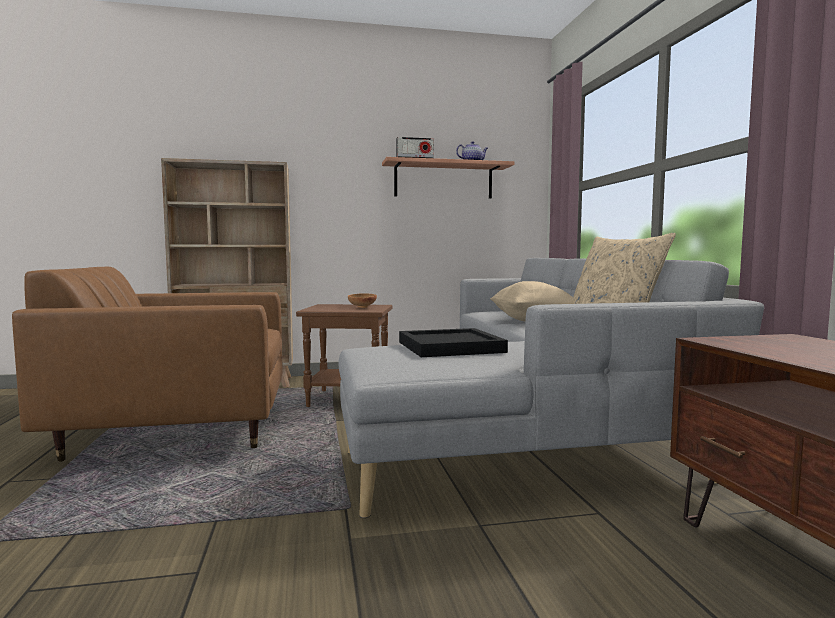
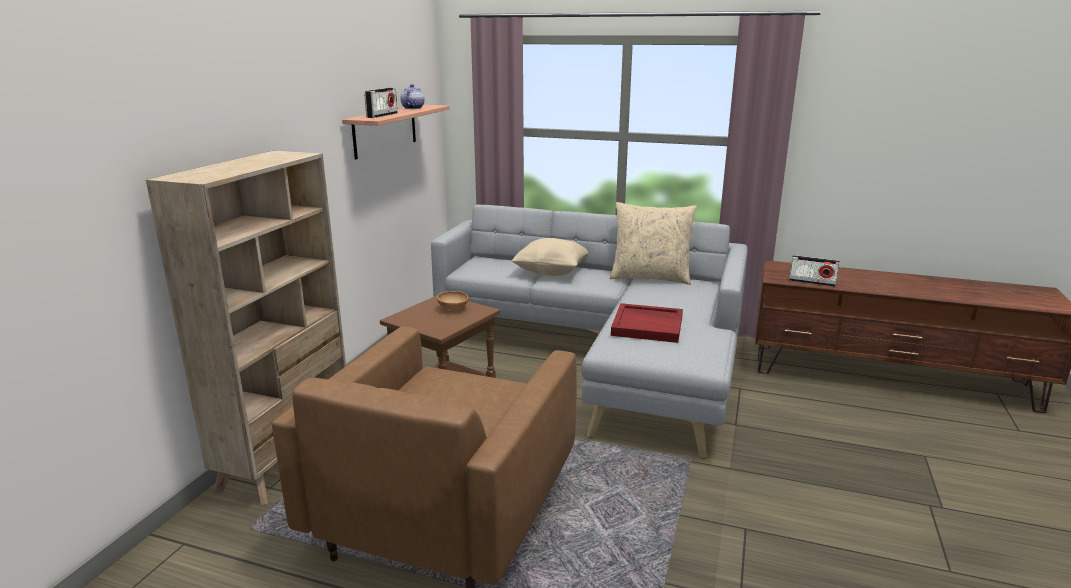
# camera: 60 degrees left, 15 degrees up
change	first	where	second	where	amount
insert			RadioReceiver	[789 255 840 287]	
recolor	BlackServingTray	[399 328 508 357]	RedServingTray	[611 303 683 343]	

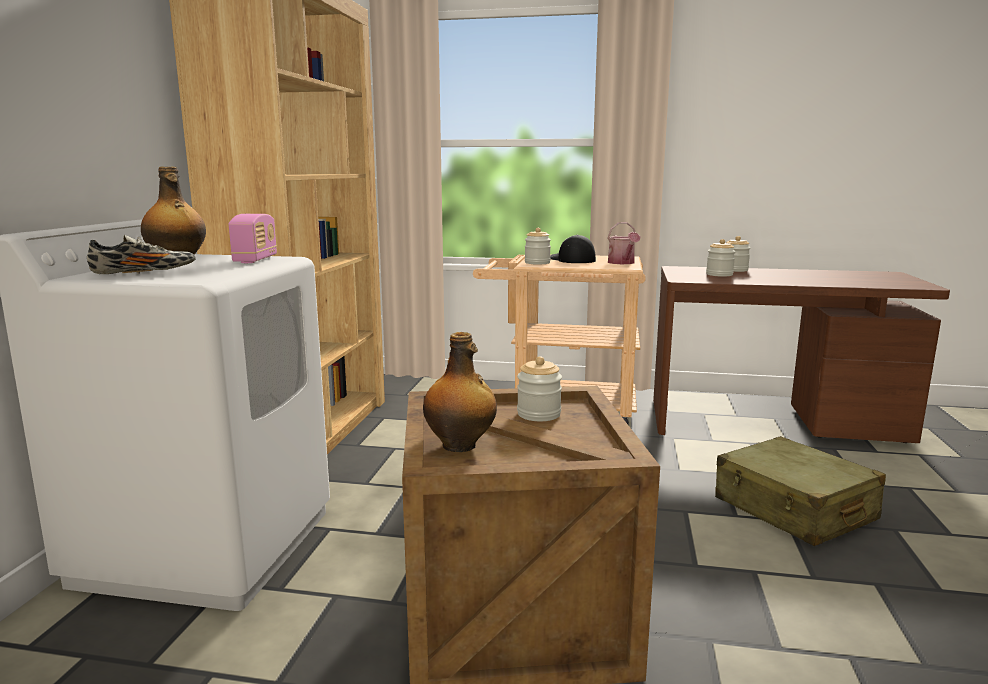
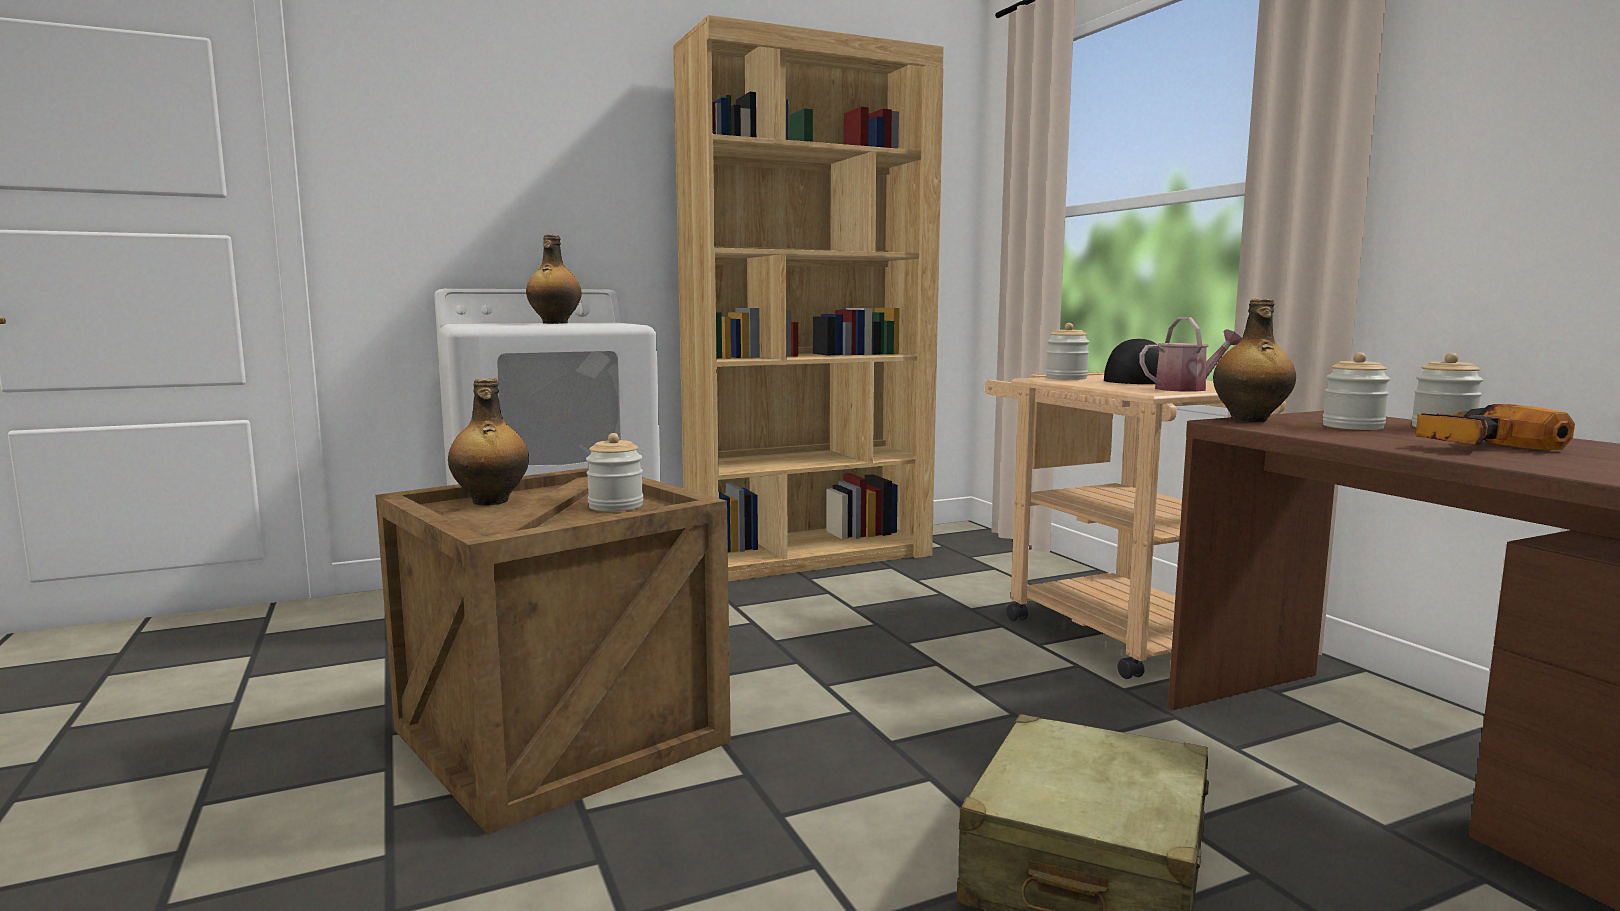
# camera: 55 degrees right, 5 degrees down
change	first	where	second	where	amount
delete	LowShoe	[87 235 196 274]			
delete	RadioReceiver	[229 214 277 263]			
insert			BeverageBottle	[1213 299 1296 422]	
insert			ElectricDrill	[1415 404 1575 450]	
rotate	WateringPot	[607 222 640 264]		[1139 317 1242 392]	150 degrees counterclockwise

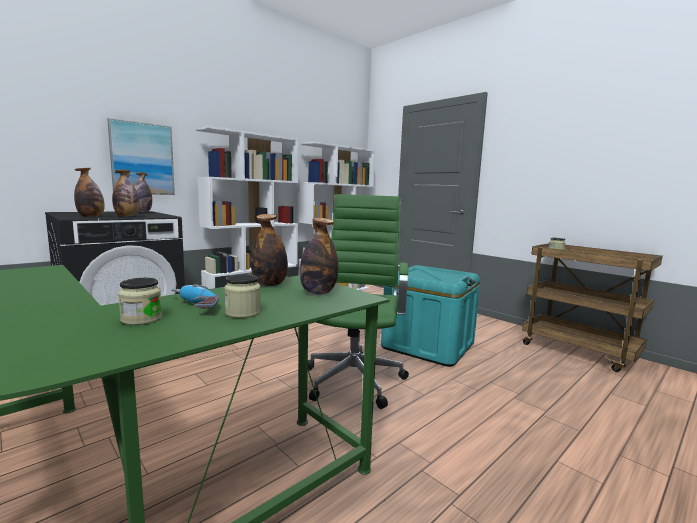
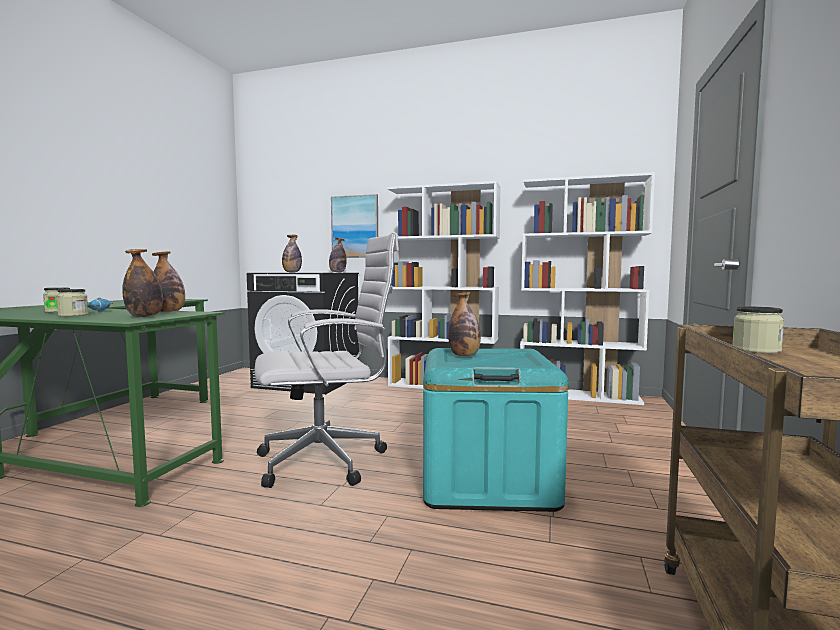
# camera: 60 degrees right, 5 degrees down
change	first	where	second	where	amount
move	BeverageBottle	[74 168 105 217]		[448 292 481 356]	
recolor	GreenishDeskChair	[308 194 409 409]	WhiteDeskChair	[255 232 399 488]	

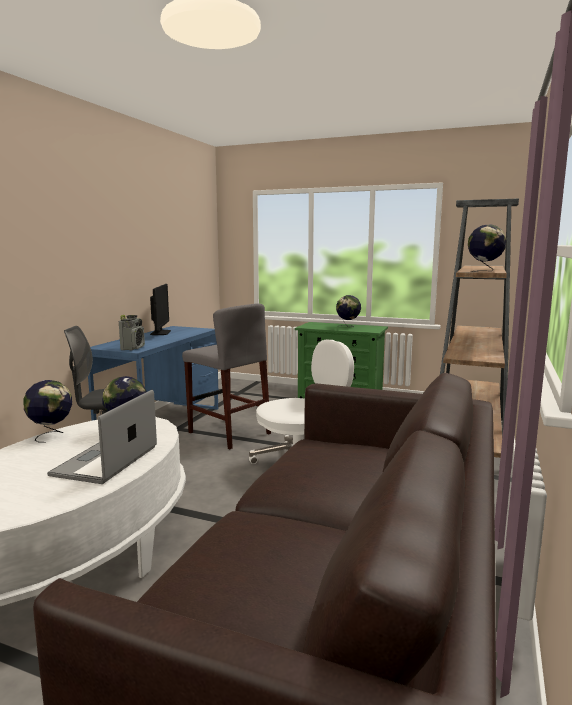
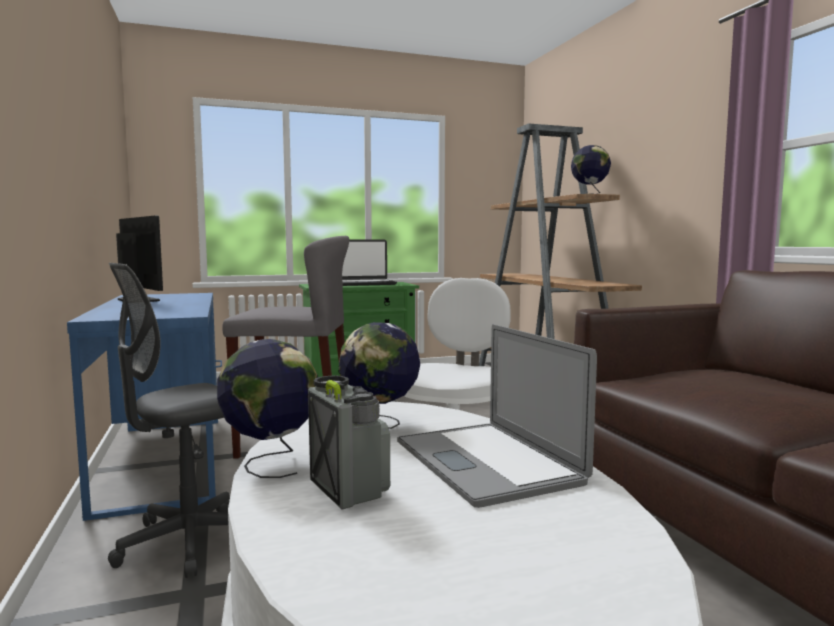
# camera: 40 degrees left, 5 degrees down
change	first	where	second	where	amount
move	RadioReceiver	[119 315 145 350]		[308 375 390 509]	
replace	WorldGlobe	[336 295 361 327]	NotebookComputer	[342 240 397 286]	

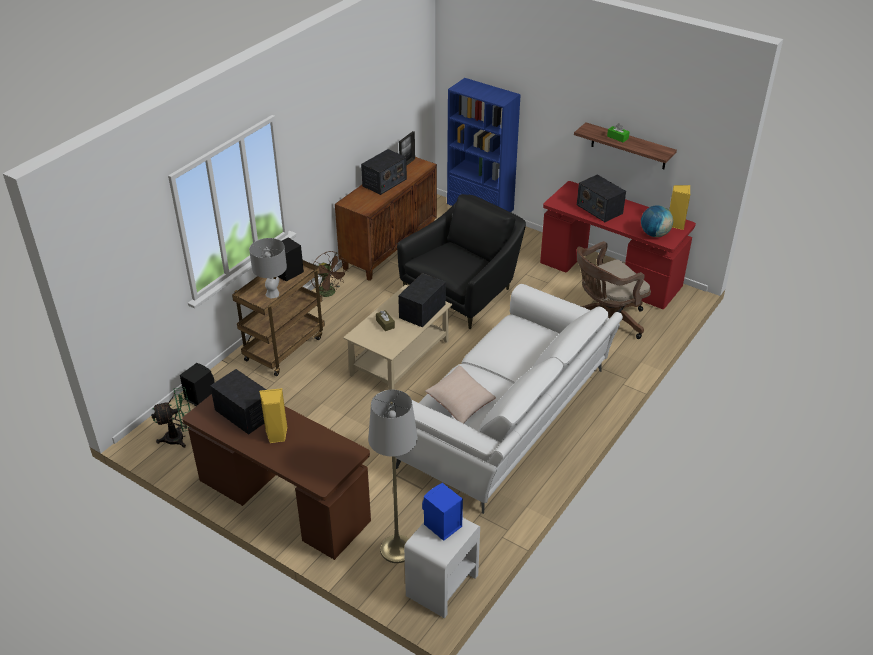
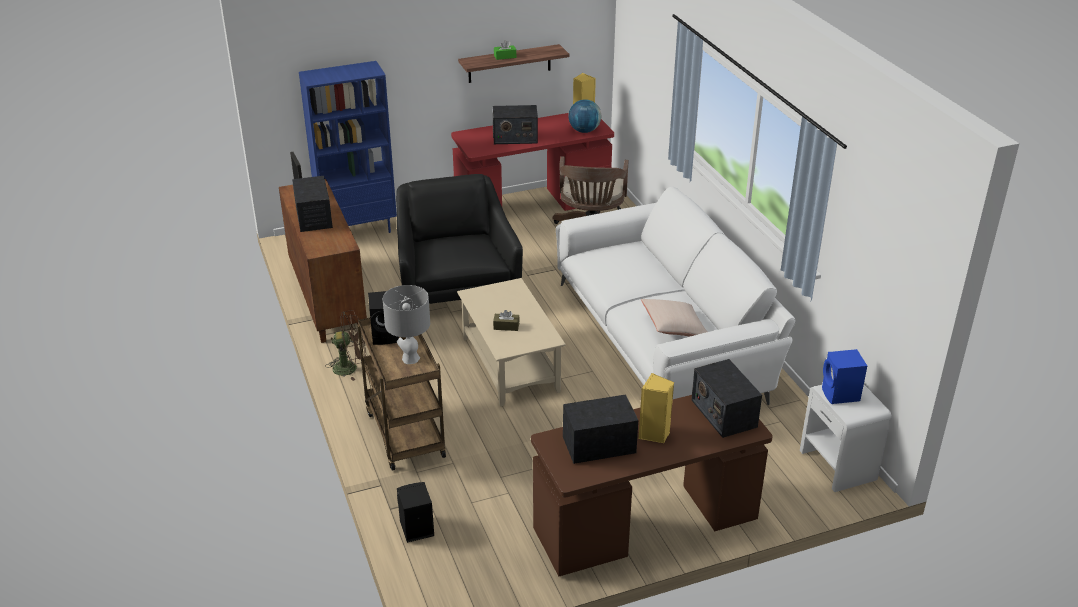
# camera: 55 degrees left, 5 degrees down
change	first	where	second	where	amount
delete	GreenishFan	[151 387 191 448]			
delete	GreyishStandingLamp	[368 390 418 563]			
move	RadioReceiver	[398 273 446 327]		[691 359 762 438]	

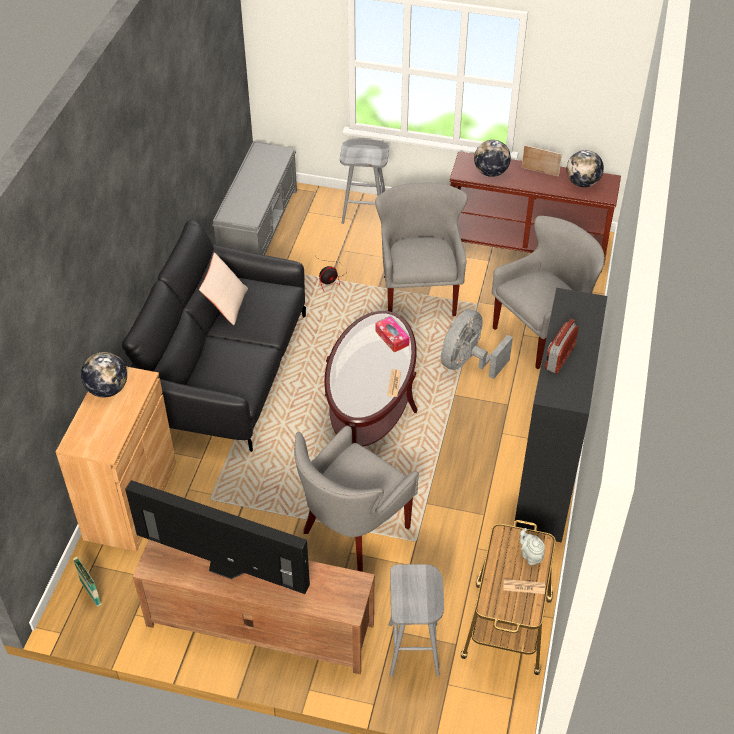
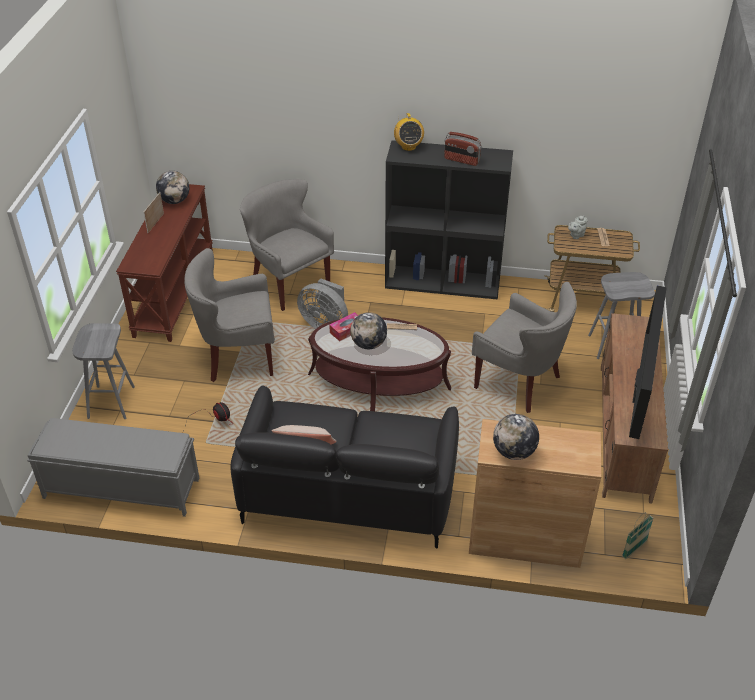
# camera: 95 degrees left, 5 degrees down
change	first	where	second	where	amount
insert			RadioReceiver	[394 113 424 151]	
move	WorldGlobe	[474 140 511 177]		[350 312 387 349]	

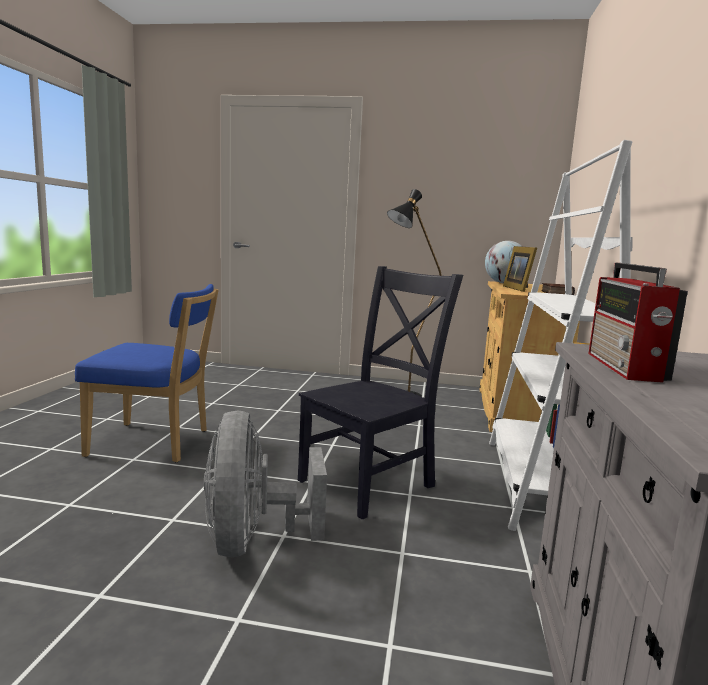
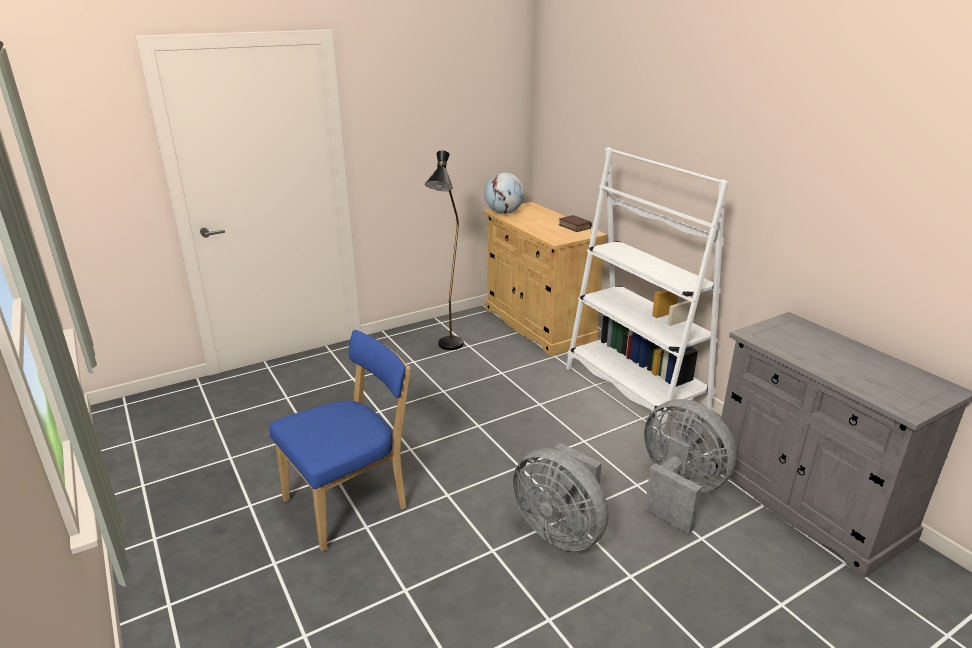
# camera: 40 degrees left, 15 degrees up
change	first	where	second	where	amount
delete	BlackChair	[298 266 463 520]			
delete	PhotoFrame	[503 246 537 292]			
delete	RadioReceiver	[588 263 688 383]			
insert			GreyishFan	[644 399 737 534]	

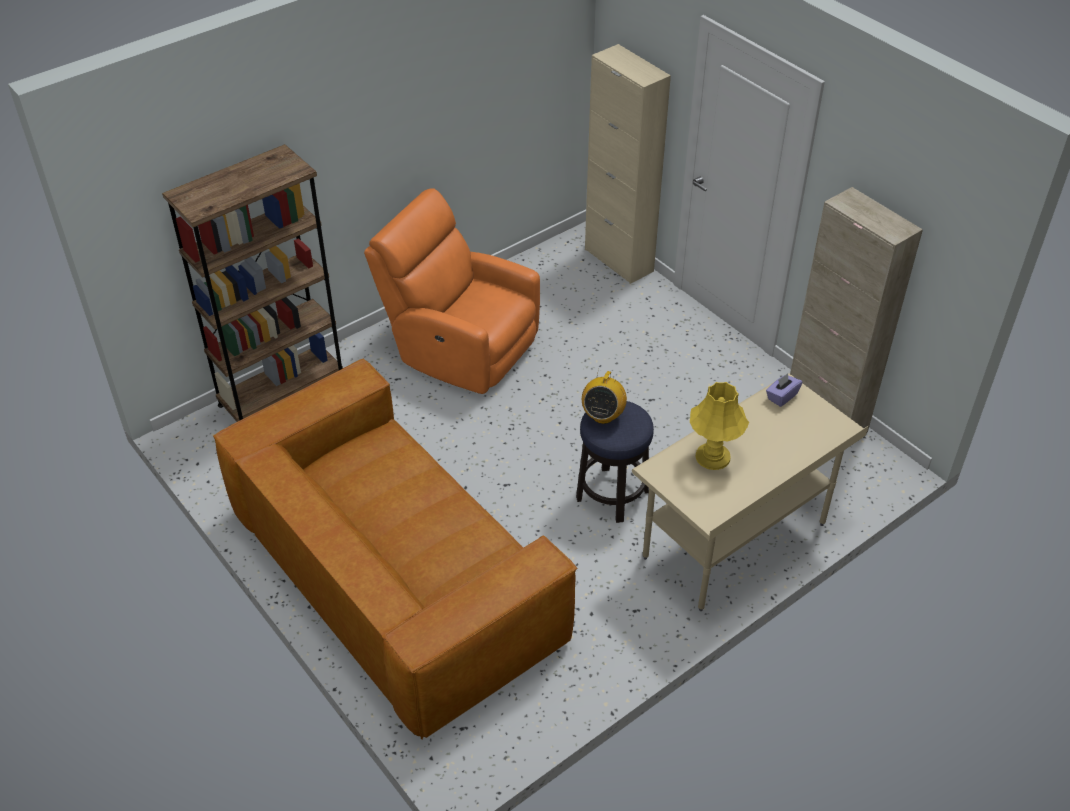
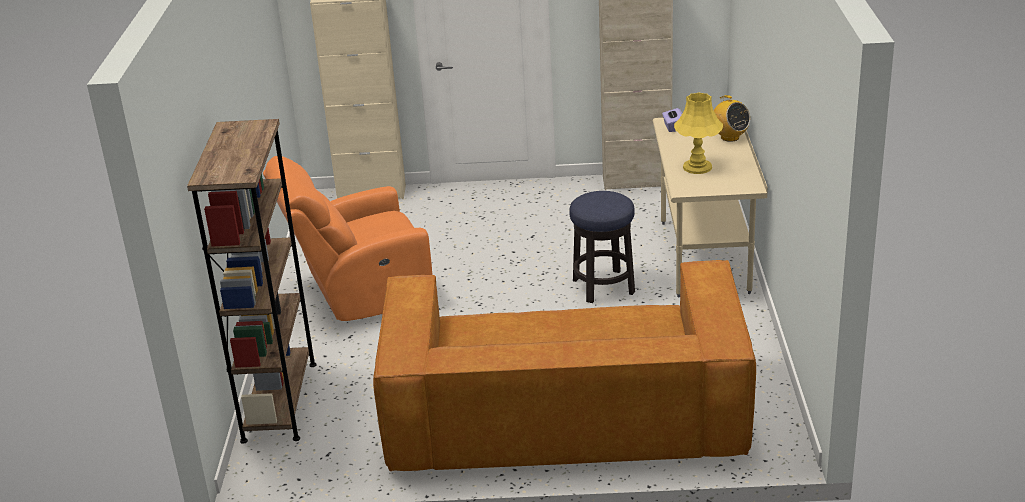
# camera: 50 degrees left, 15 degrees down
change	first	where	second	where	amount
move	RadioReceiver	[582 368 627 424]		[714 95 750 142]	

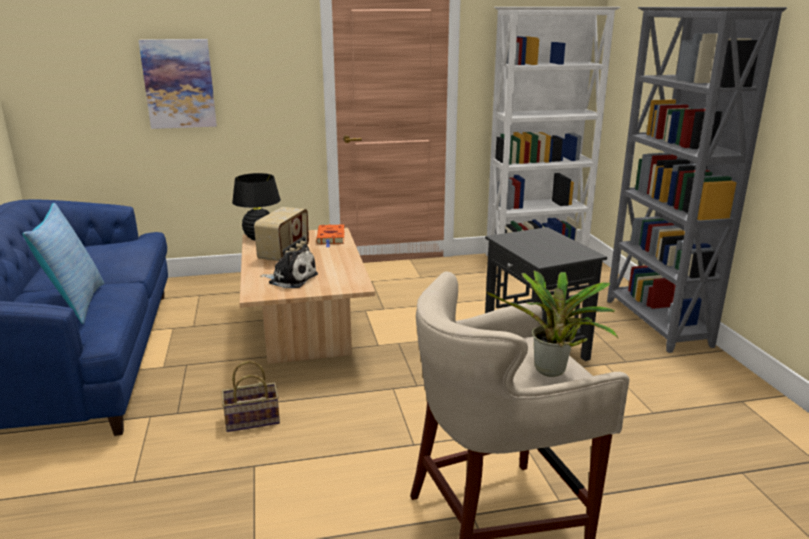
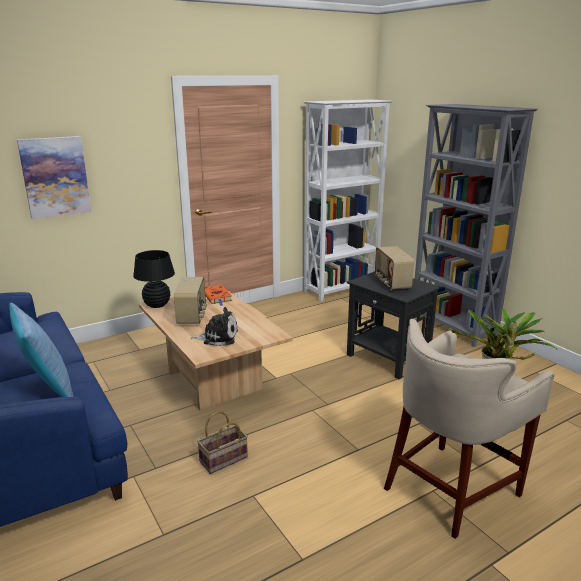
# camera: 20 degrees left, 0 degrees up
change	first	where	second	where	amount
insert			RadioReceiver	[375 246 414 290]	

